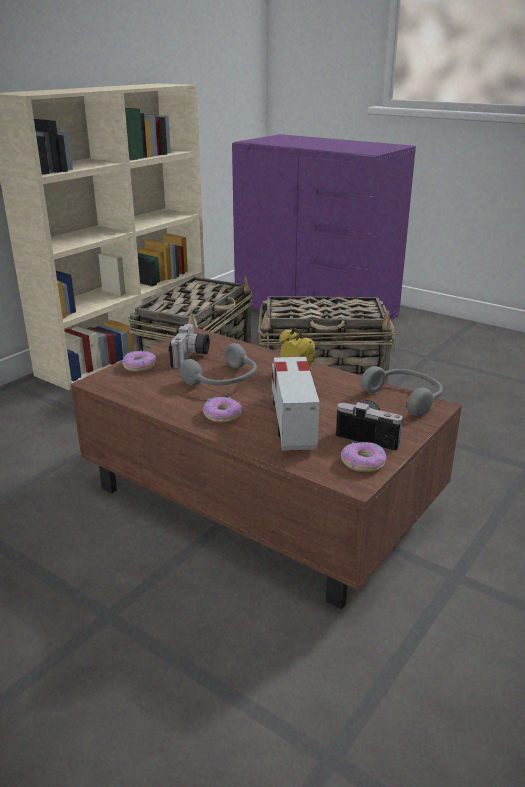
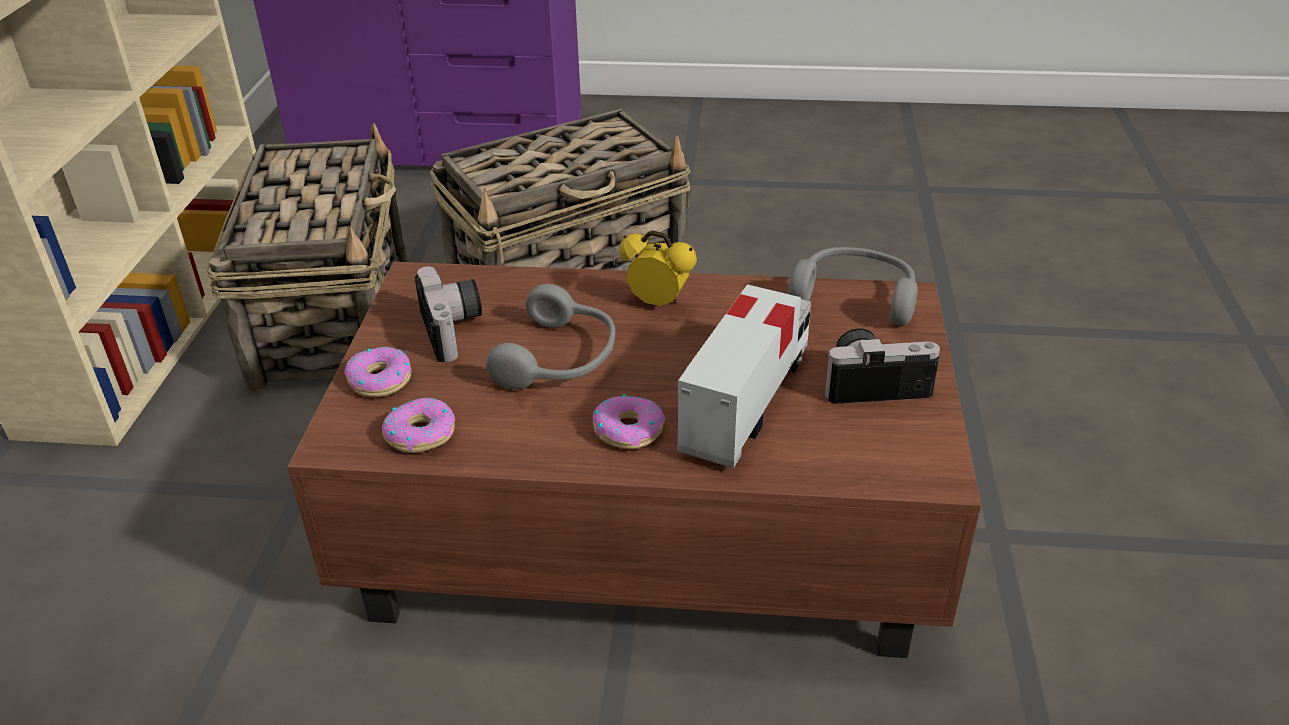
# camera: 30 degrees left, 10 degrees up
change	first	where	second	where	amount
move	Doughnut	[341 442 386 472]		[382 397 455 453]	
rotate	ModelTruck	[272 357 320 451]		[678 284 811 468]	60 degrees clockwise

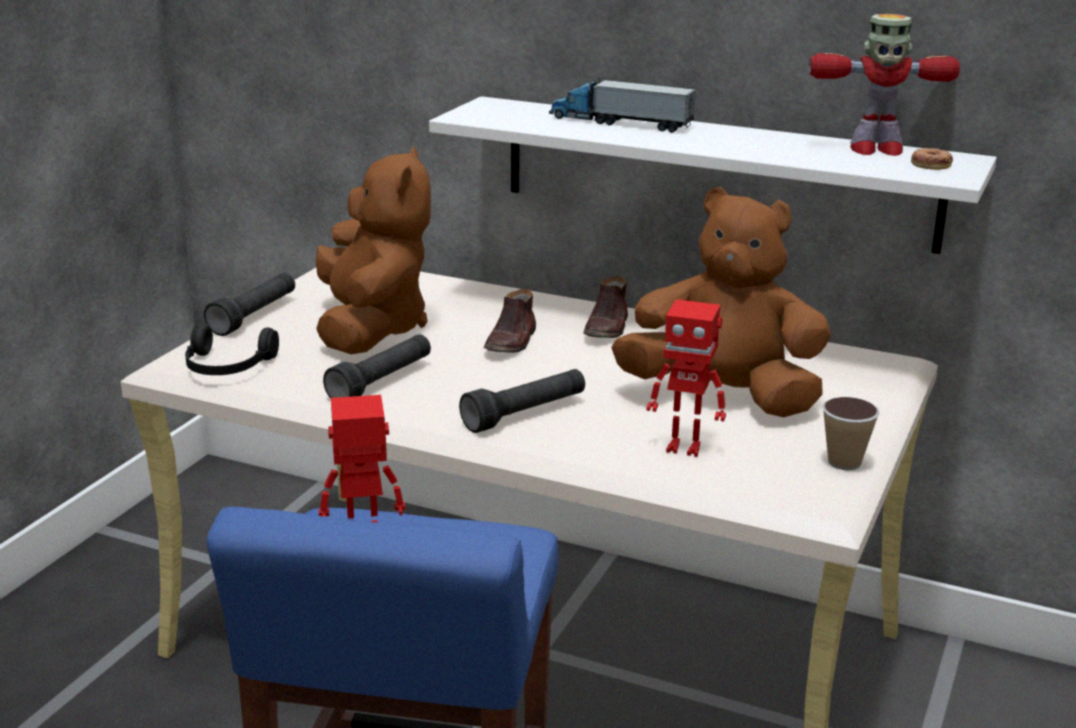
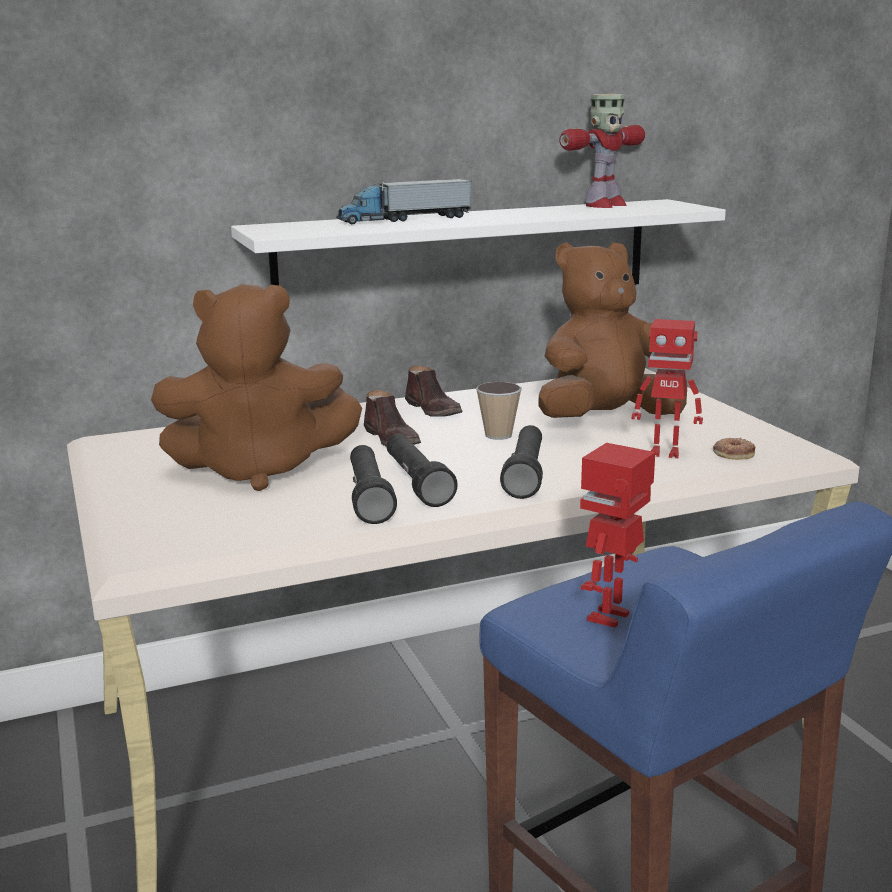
# camera: 45 degrees left, 5 degrees down
change	first	where	second	where	amount
delete	BlackHeadphones	[185 323 279 375]			
move	BlackFlashlight	[204 273 295 336]		[386 434 458 507]	
move	Cup	[822 397 880 470]		[476 382 522 440]	
move	Doughnut	[911 148 953 170]		[713 437 756 460]	
rotate	BrownishPlushToy	[316 146 431 354]		[151 284 362 491]	135 degrees clockwise
rotate	ModelRobot	[647 299 726 457]		[632 319 703 458]	45 degrees clockwise

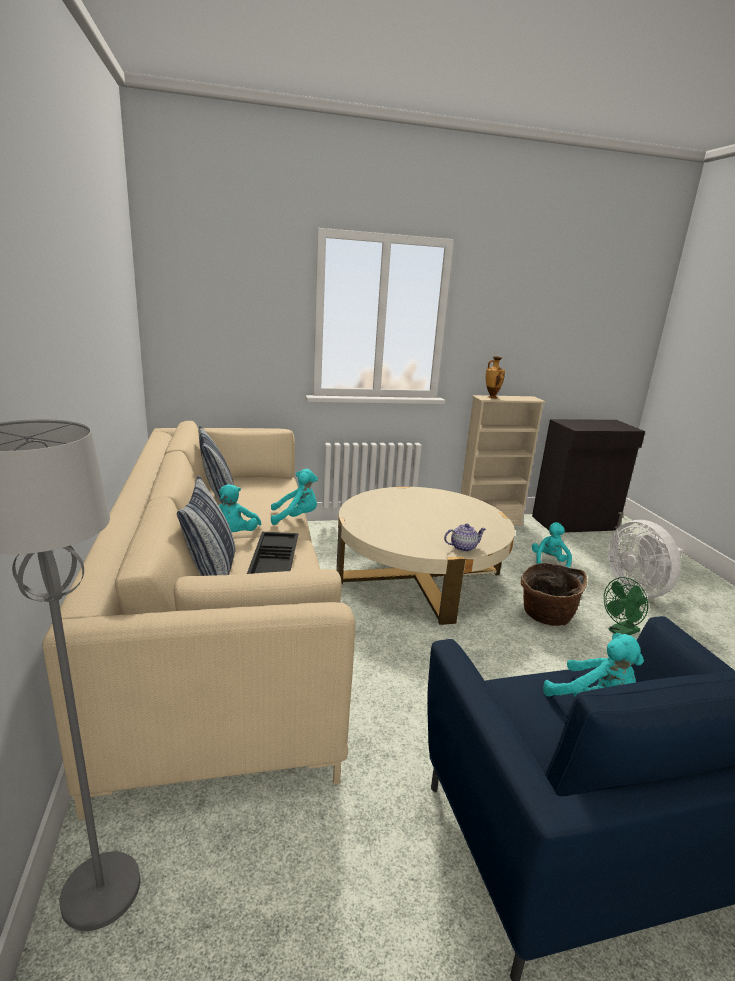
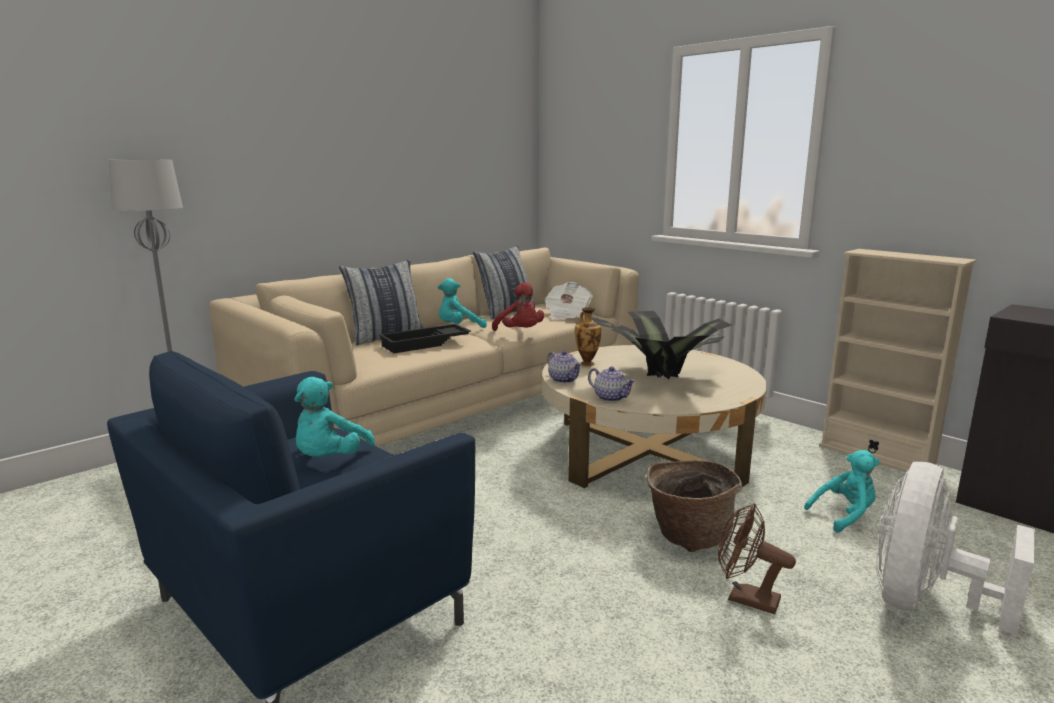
# camera: 60 degrees right, 5 degrees down
change	first	where	second	where	amount
insert			PrintedPaper	[545 282 593 320]	
insert			TeaPot	[547 351 581 383]	
insert			PottedPlant	[589 311 732 380]	
move	DecorativeVase	[486 356 505 399]		[575 307 601 366]	
recolor	BlueGreenPlushToy	[271 469 318 525]	RedPlushToy	[492 282 544 331]	
recolor	GreenishFan	[604 577 648 635]	BrownishFan	[718 503 796 614]	

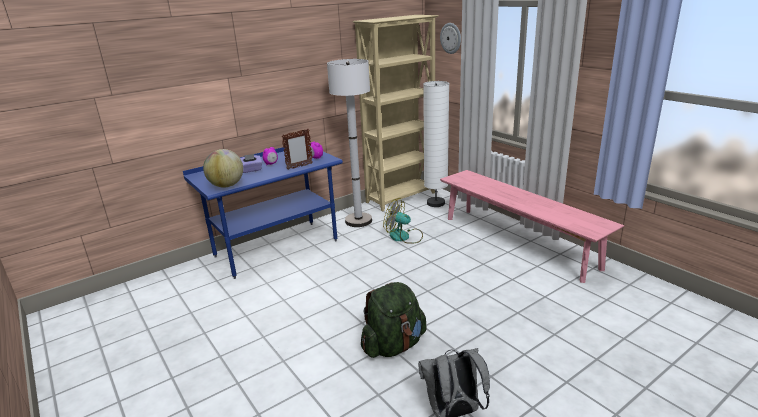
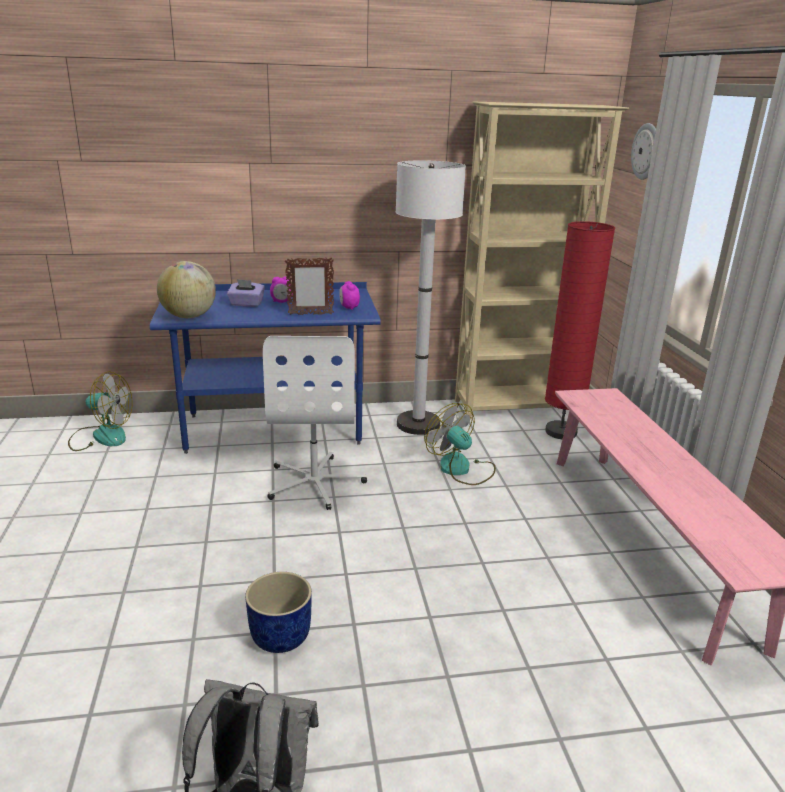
# camera: 25 degrees right, 0 degrees up
change	first	where	second	where	amount
insert			Fan	[68 371 132 451]	
insert			WhiteDeskChair	[263 336 367 510]	
replace	GreenishKnapsack	[361 282 427 358]	BluePlantPot	[245 572 312 653]	
recolor	WhiteStandingLamp	[423 81 449 207]	RedStandingLamp	[545 221 615 439]	

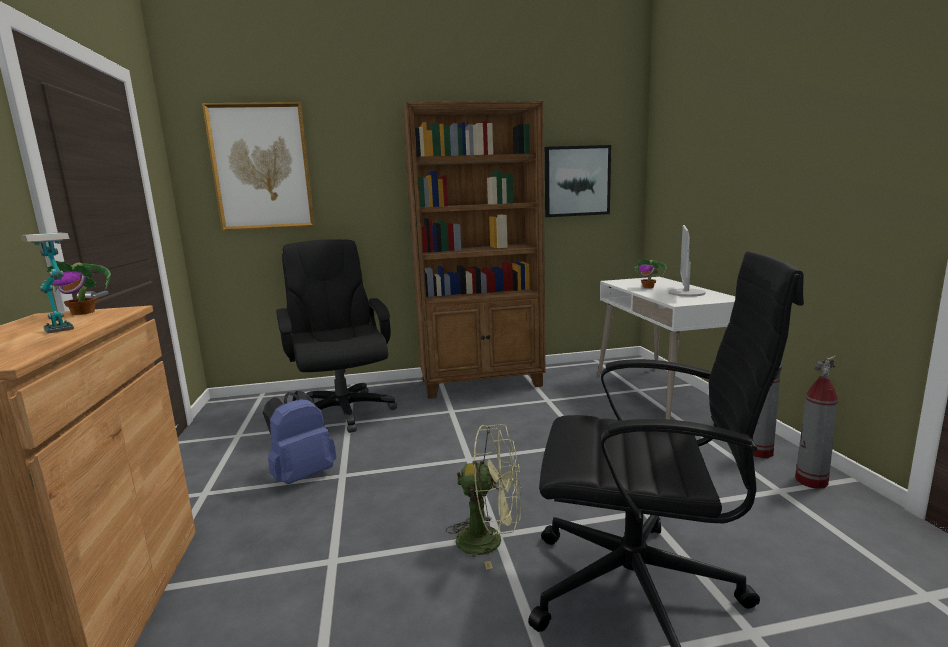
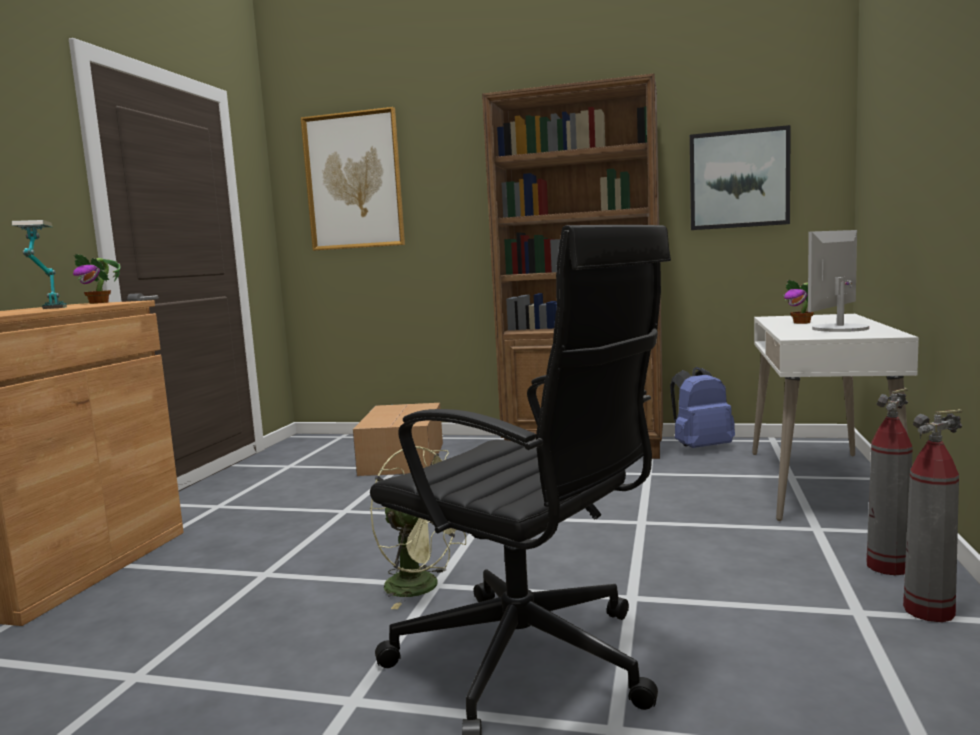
# camera: 25 degrees right, 5 degrees down
change	first	where	second	where	amount
move	BlueKnapsack	[263 391 336 484]		[670 367 735 448]	
replace	BlackDeskChair	[276 239 397 433]	PackingBox	[353 403 443 476]	

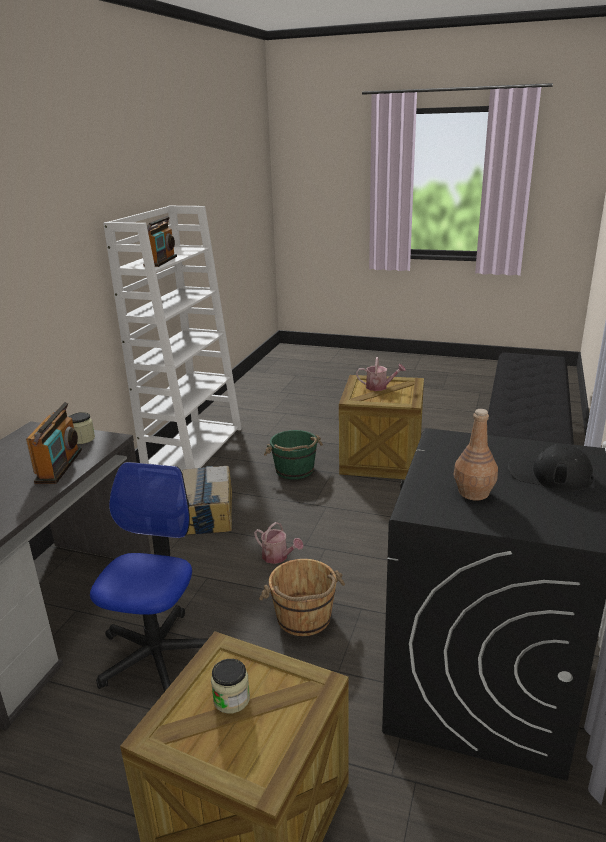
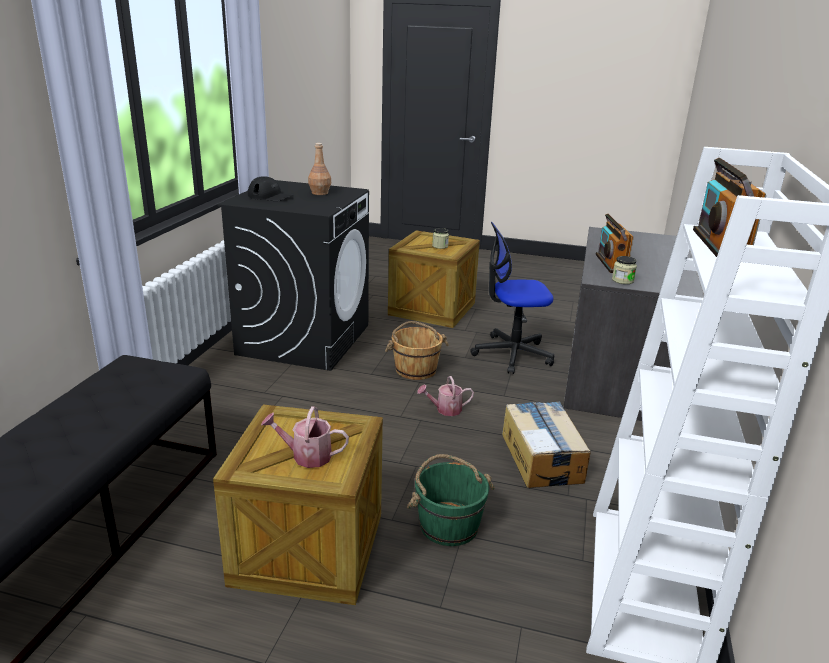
# camera: 175 degrees right, 0 degrees up
change	first	where	second	where	amount
rotate	DeskChair	[90 462 208 692]		[470 222 554 374]	75 degrees clockwise
rotate	WateringPot	[254 522 304 564]		[417 376 474 416]	45 degrees counterclockwise

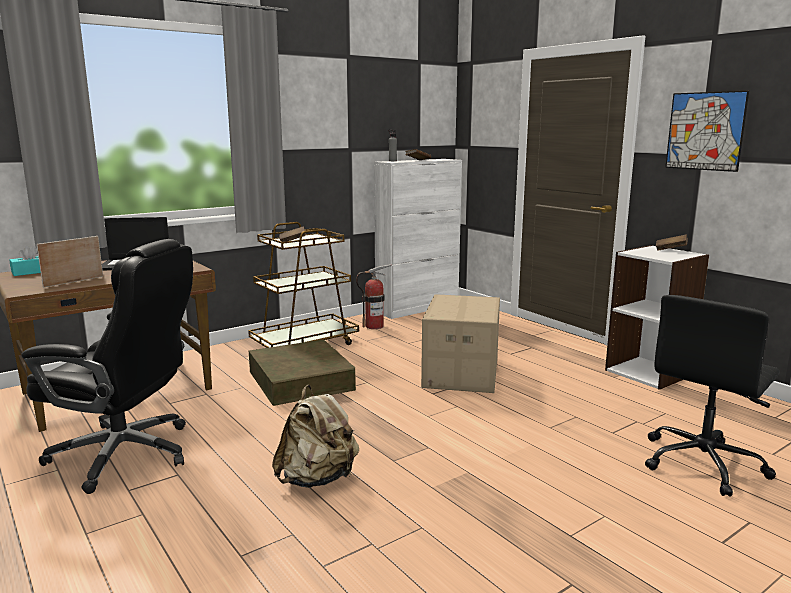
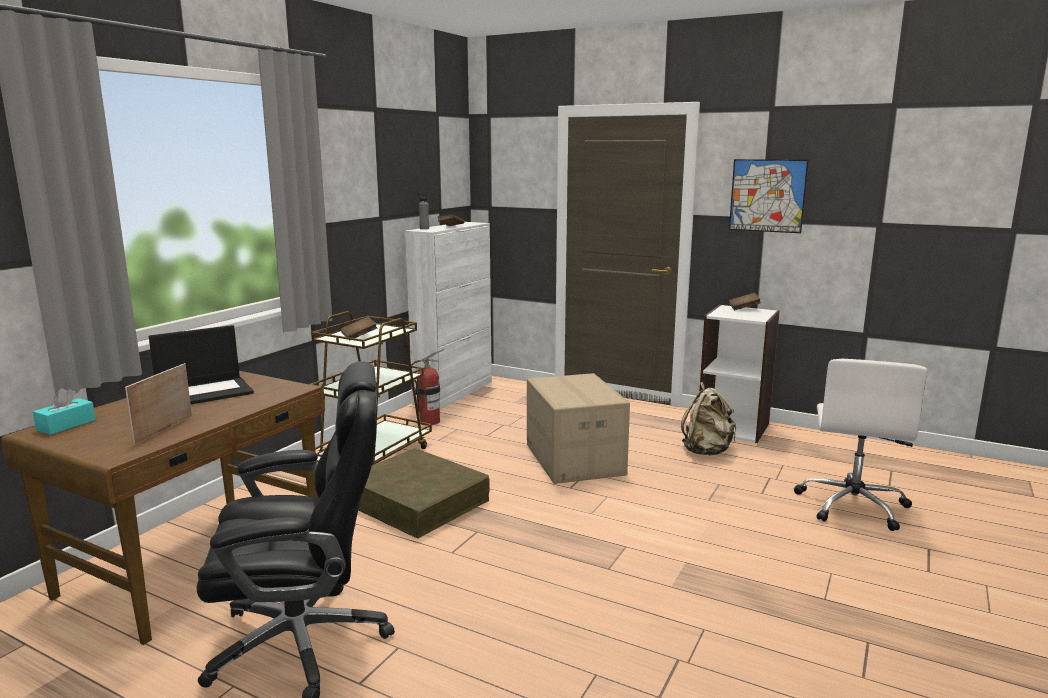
# camera: 25 degrees left, 0 degrees up
change	first	where	second	where	amount
move	SandColouredKnapsack	[272 385 359 488]		[681 382 736 456]	
recolor	BlackDeskChair	[645 295 780 496]	WhiteDeskChair	[794 359 927 531]	

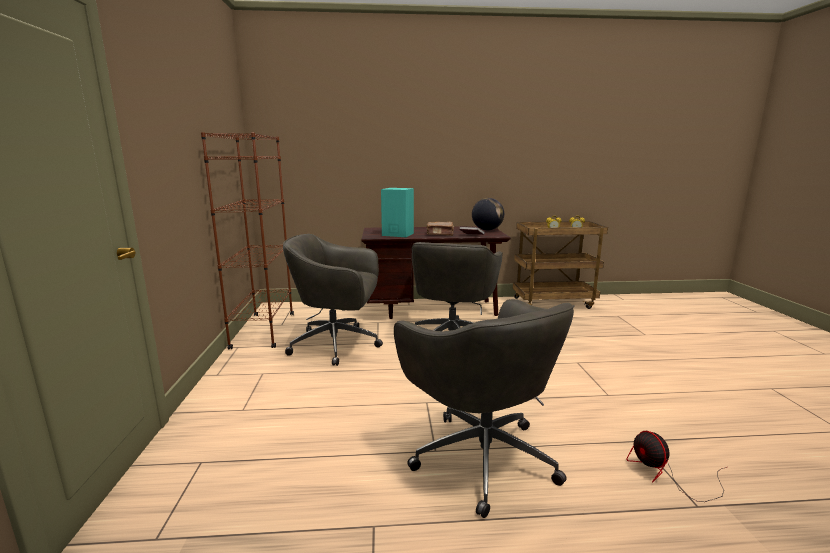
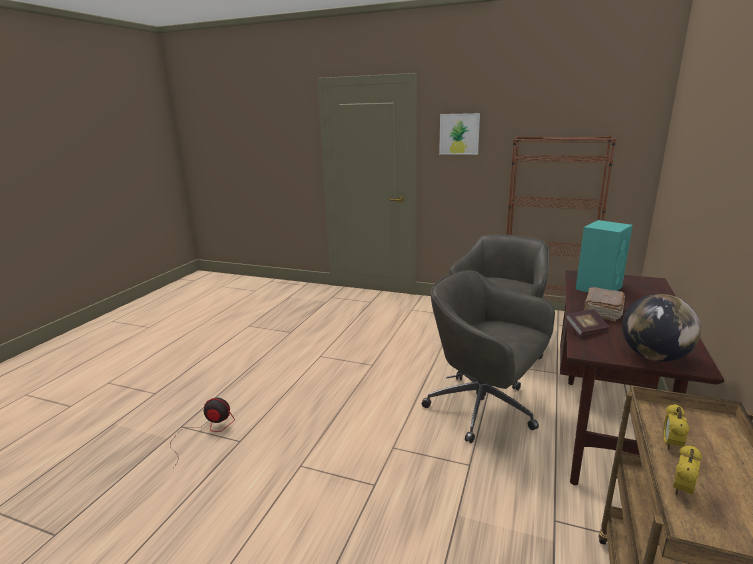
# camera: 115 degrees right, 5 degrees up
change	first	where	second	where	amount
delete	GreyishDeskChair	[394 299 575 518]			
insert			WallPicture	[439 113 480 155]	

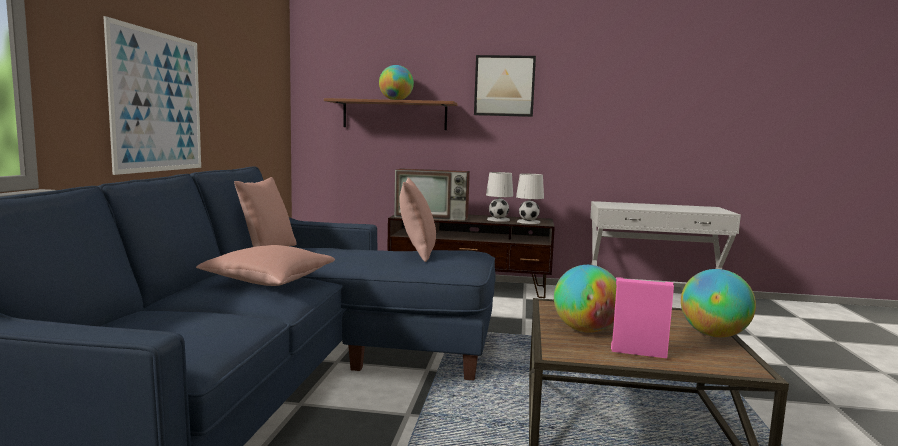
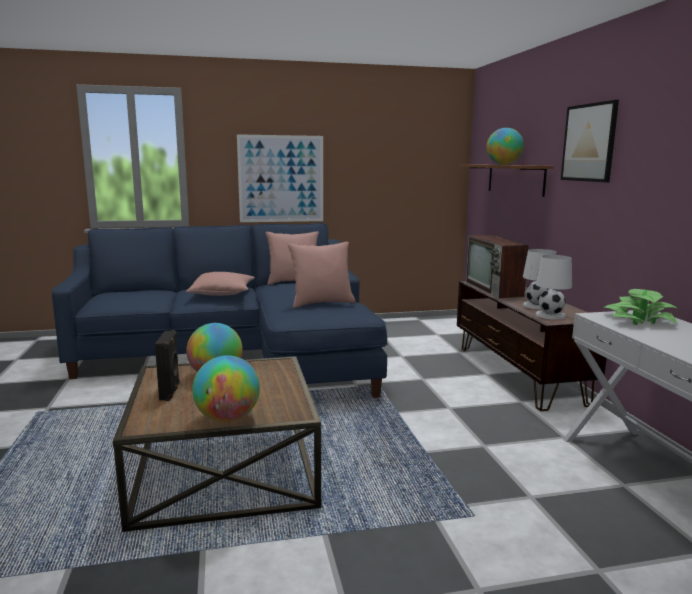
# camera: 70 degrees right, 5 degrees up
change	first	where	second	where	amount
insert			PottedPlant	[603 289 677 325]	
recolor	PinkishSpeaker	[611 277 674 358]	BlackSpeaker	[155 330 180 401]	

